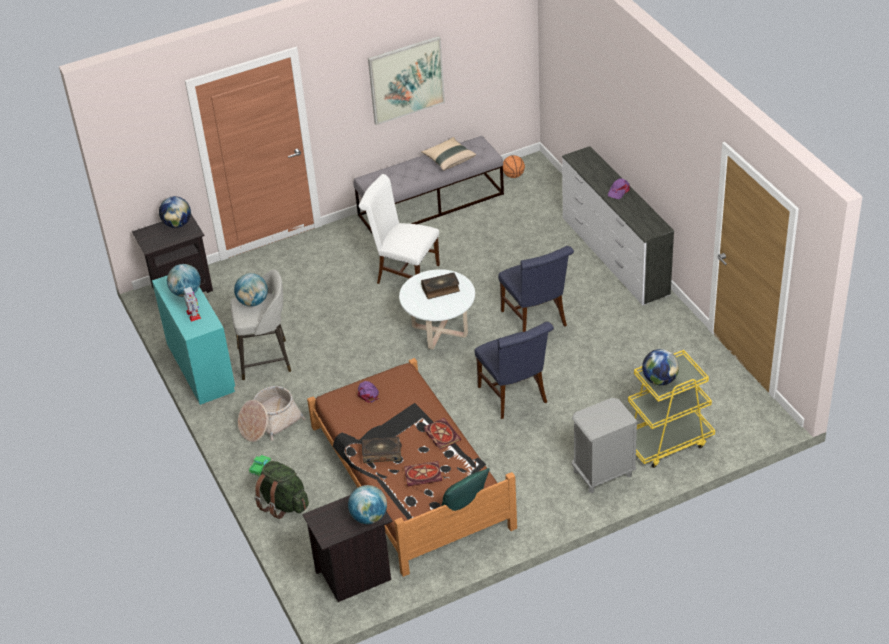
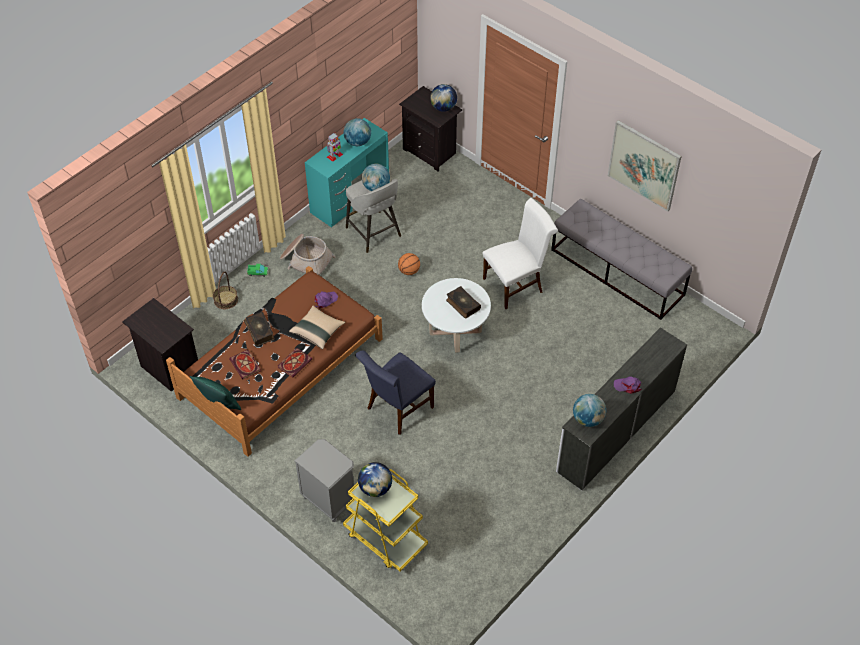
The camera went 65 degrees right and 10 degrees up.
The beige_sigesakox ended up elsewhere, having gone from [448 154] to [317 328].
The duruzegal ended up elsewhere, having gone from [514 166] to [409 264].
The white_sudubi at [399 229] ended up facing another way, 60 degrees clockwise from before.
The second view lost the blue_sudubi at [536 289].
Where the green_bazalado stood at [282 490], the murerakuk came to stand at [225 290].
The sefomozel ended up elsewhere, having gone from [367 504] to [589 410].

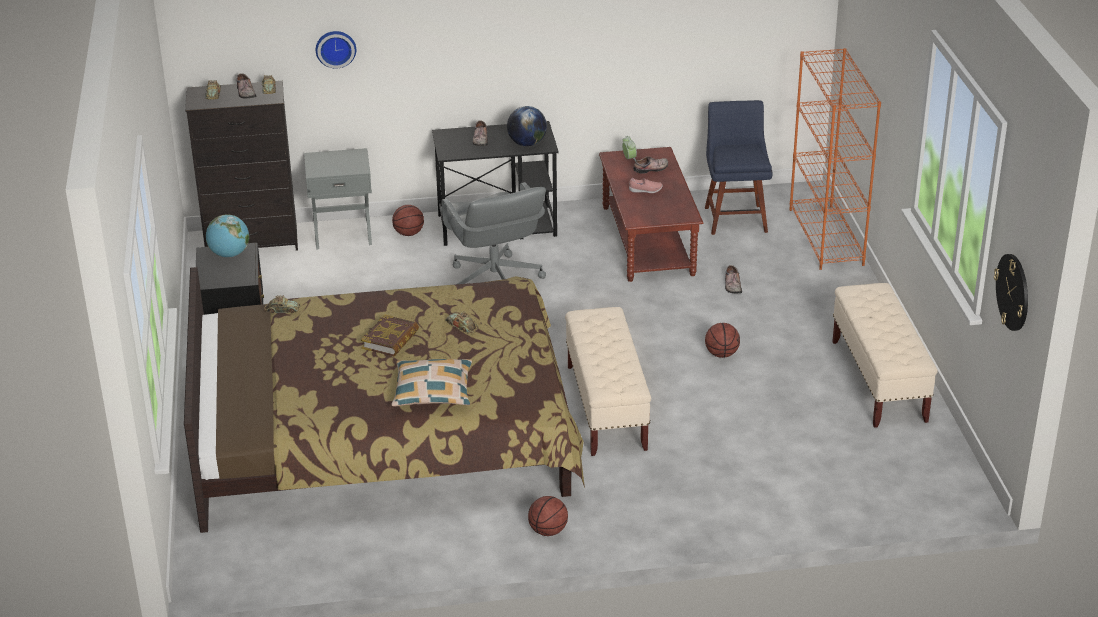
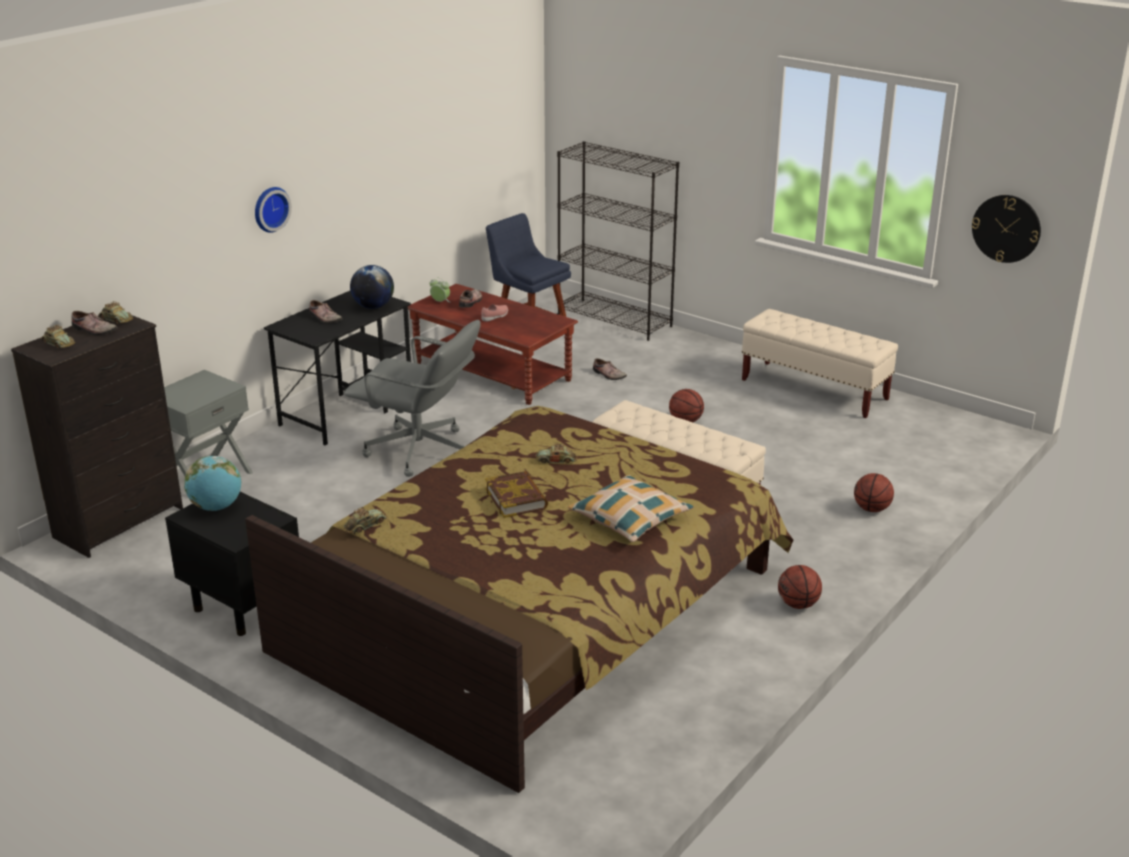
The camera went 45 degrees left and 5 degrees down.
The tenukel ended up elsewhere, having gone from [336 49] to [273 210].
What was the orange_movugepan at [835 159] turned into the black_movugepan at [618 241].
The duruzegal ended up elsewhere, having gone from [408 220] to [874 492].

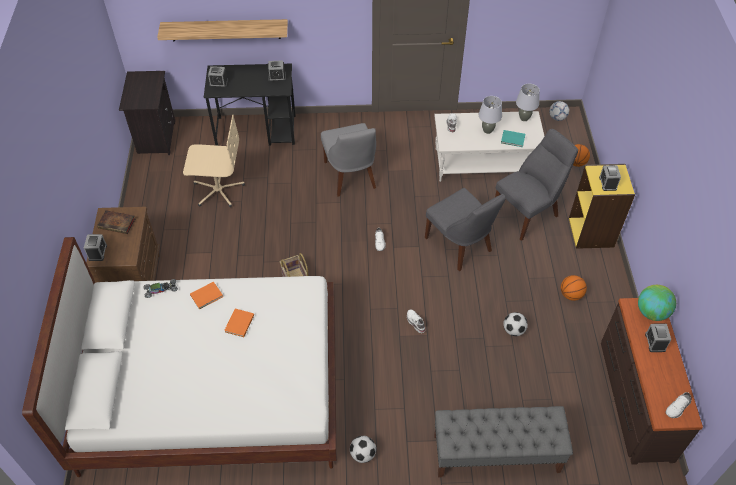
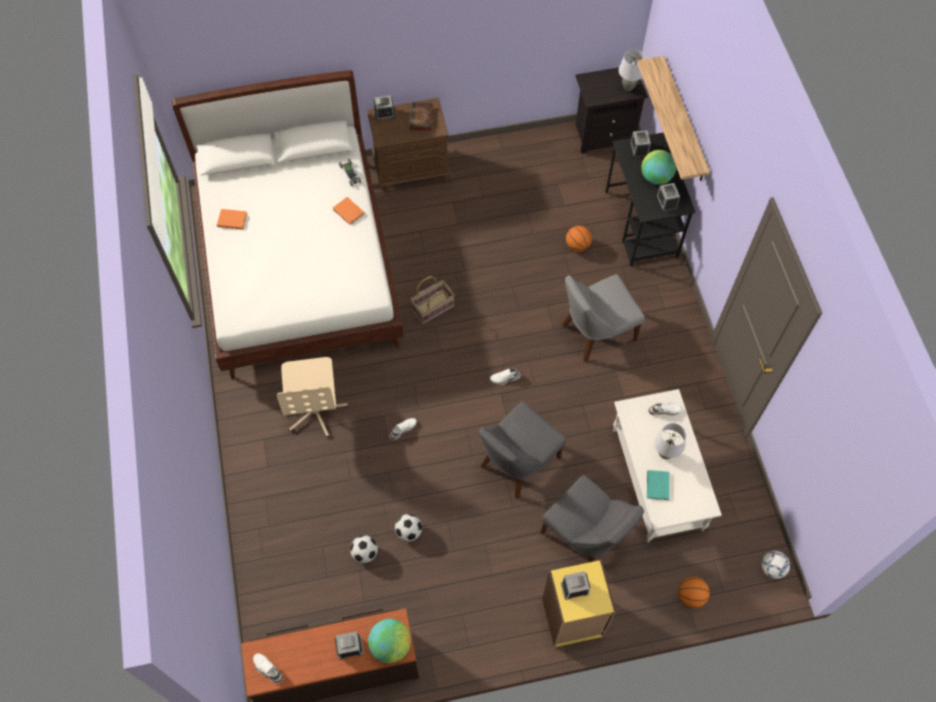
The camera went 80 degrees right and 10 degrees up.
The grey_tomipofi ended up elsewhere, having gone from [528 102] to [632 70].
The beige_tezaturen ended up elsewhere, having gone from [214 160] to [312 397].
The duruzegal ended up elsewhere, having gone from [574 288] to [579 239].
The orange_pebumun ended up elsewhere, having gone from [239 323] to [232 219].
The second view lost the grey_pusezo at [503 442].
The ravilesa ended up elsewhere, having gone from [363 449] to [364 549].
The second view gained the sefomozel at [658 167].

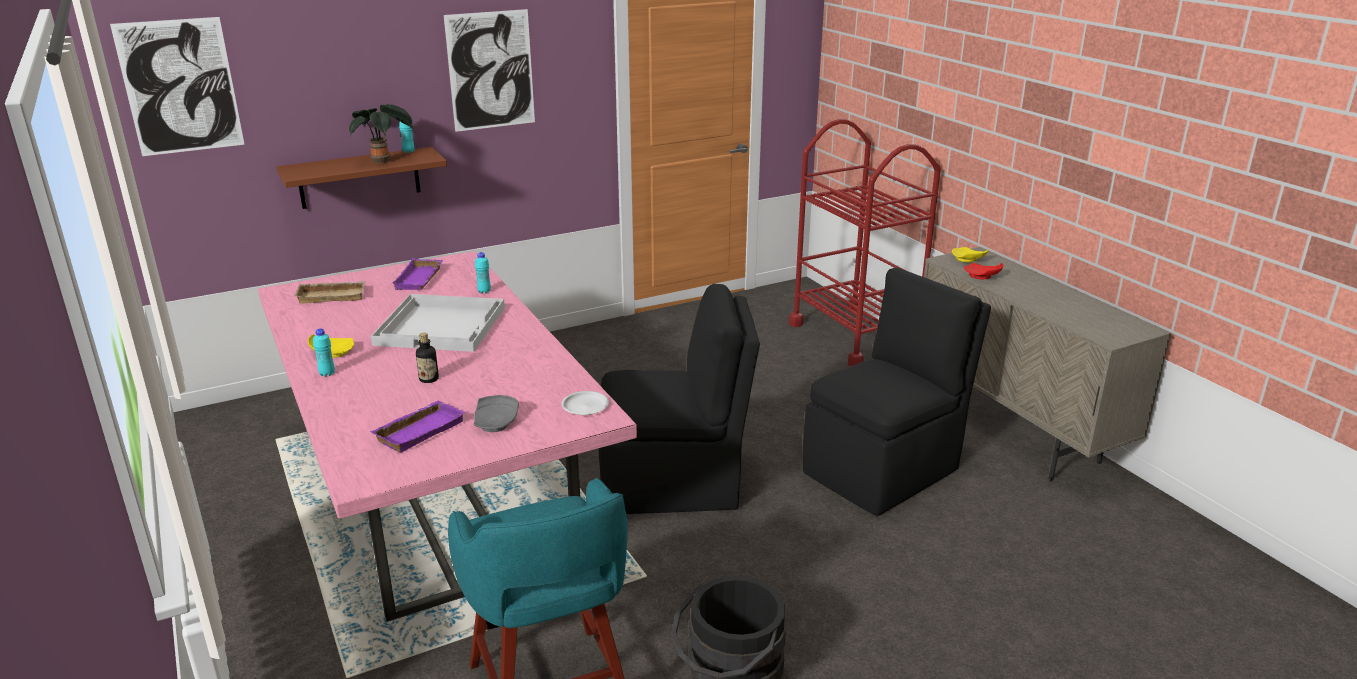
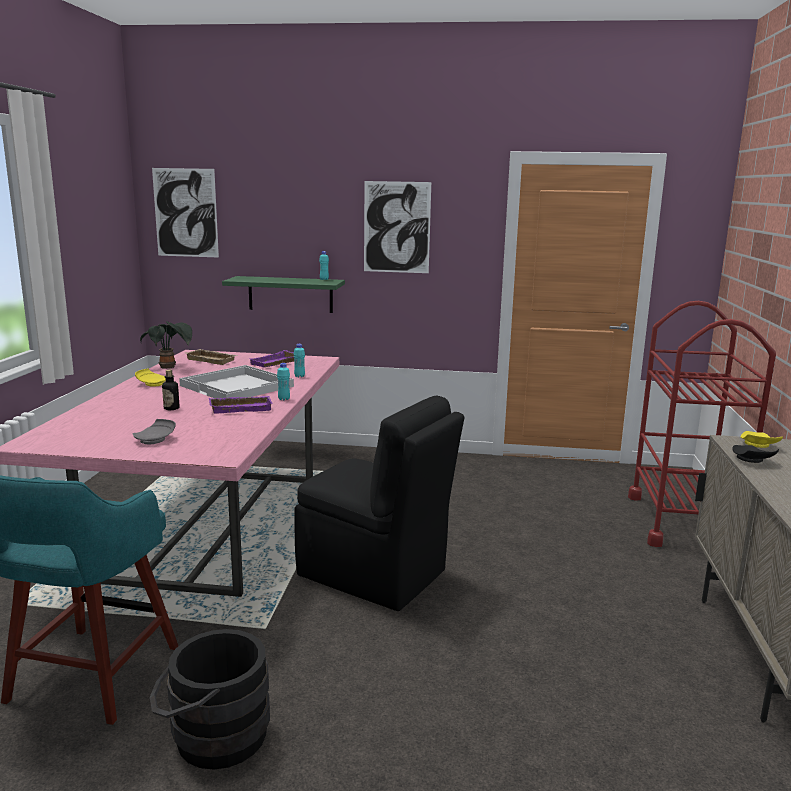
The camera went 35 degrees right and 10 degrees down.
The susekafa ended up elsewhere, having gone from [381 133] to [166 345].
What was the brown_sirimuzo at [361 178] turned into the green_sirimuzo at [283 294].
What was the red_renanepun at [983 271] turned into the black_renanepun at [755 454].
The second view lost the black_sudubi at [897 391].
The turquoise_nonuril ended up elsewhere, having gone from [324 353] to [283 382].
The second view lost the white_renanepun at [585 403].
The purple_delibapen ended up elsewhere, having gone from [418 426] to [241 405].

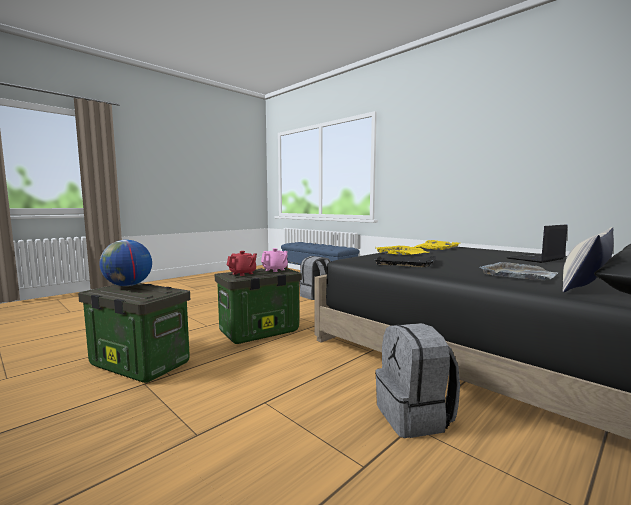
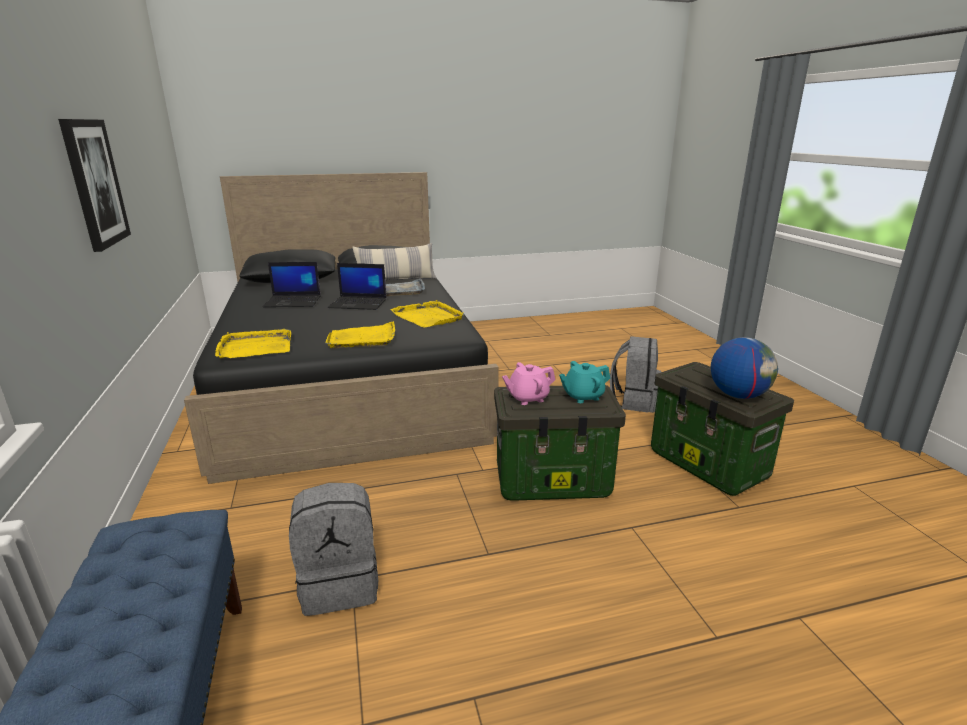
The camera went 150 degrees left and 15 degrees up.
What was the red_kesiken at [242 263] turned into the turquoise_kesiken at [584 382].
What was the black_delibapen at [405 261] turned into the yellow_delibapen at [427 313].
The grey_bazalado ended up elsewhere, having gone from [417 380] to [635 374].
The second view gained the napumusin at [94 185].
The second view gained the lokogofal at [357 286].

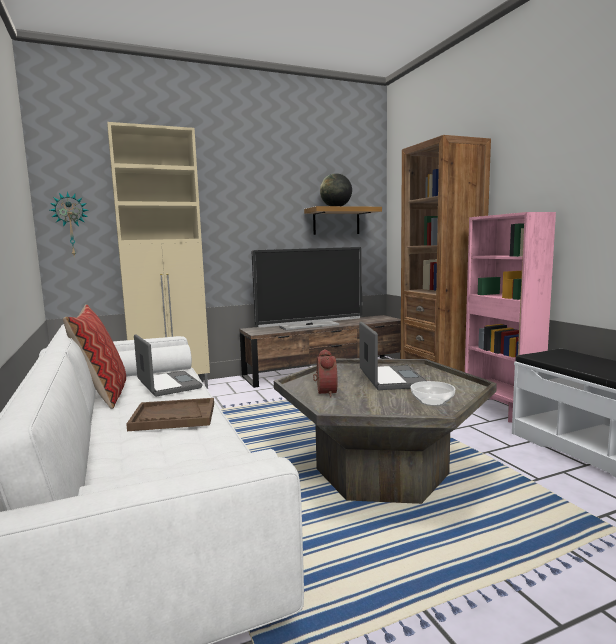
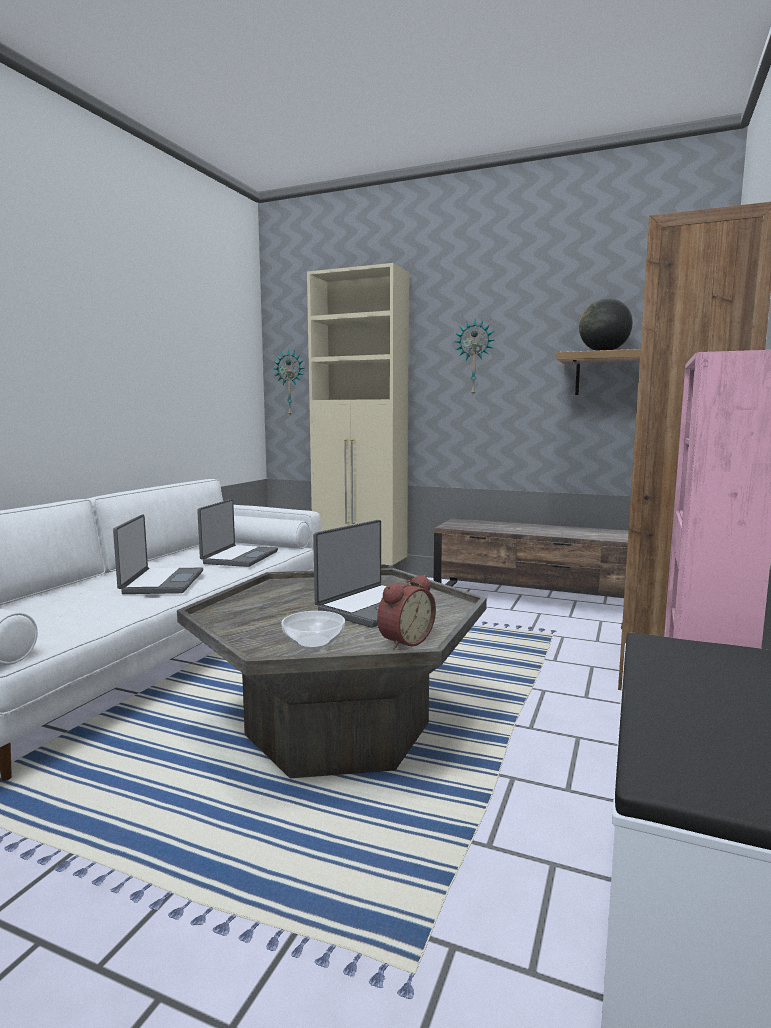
The camera went 45 degrees right and 0 degrees up.
The second view lost the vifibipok at [307 288].
The second view lost the sigesakox at [94 356].
The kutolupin ended up elsewhere, having gone from [325 373] to [406 612].
Where the brown_delibapen stood at [170 414], the lokogofal came to stand at [158 554].
The second view gained the tenukel at [474 357].

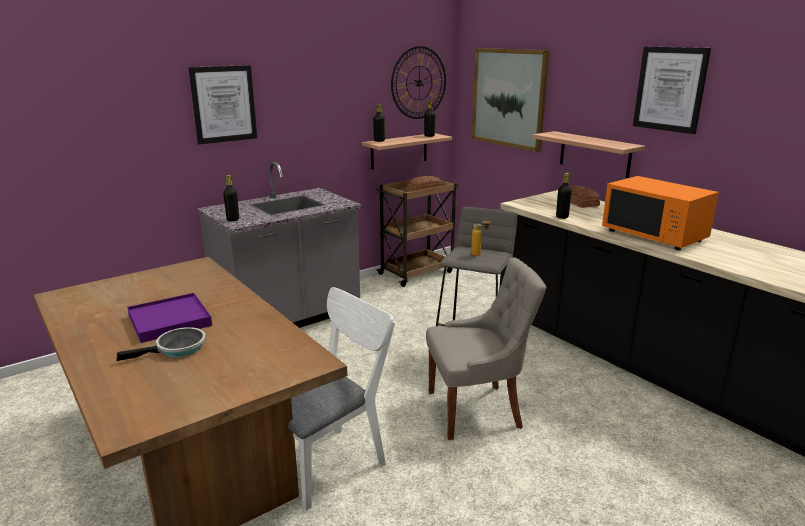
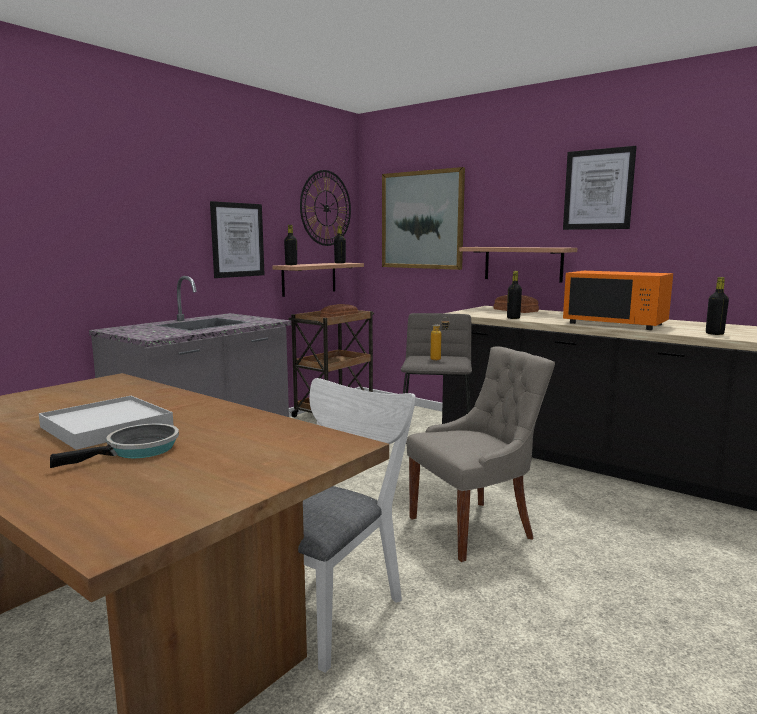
The camera went 15 degrees left and 10 degrees down.
The napumusin ended up elsewhere, having gone from [222 104] to [237 239].
The black_nonuril ended up elsewhere, having gone from [231 198] to [717 306].
What was the purple_delibapen at [169 318] turned into the white_delibapen at [106 423].

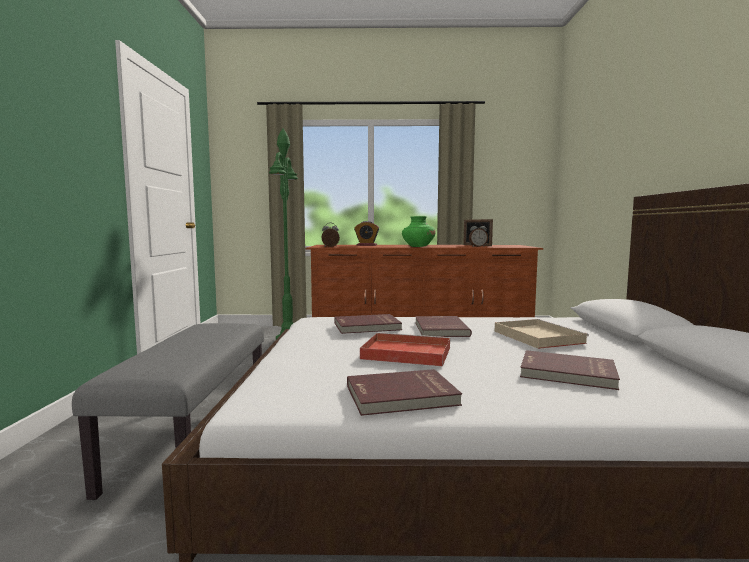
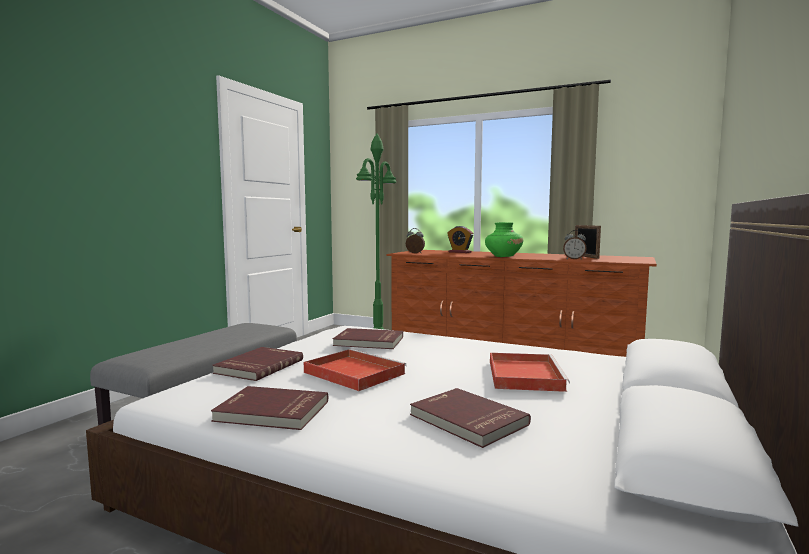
The camera went 25 degrees right and 0 degrees up.
The red_pebumun ended up elsewhere, having gone from [443 326] to [257 364].
What was the beige_delibapen at [542 334] turned into the red_delibapen at [530 372].

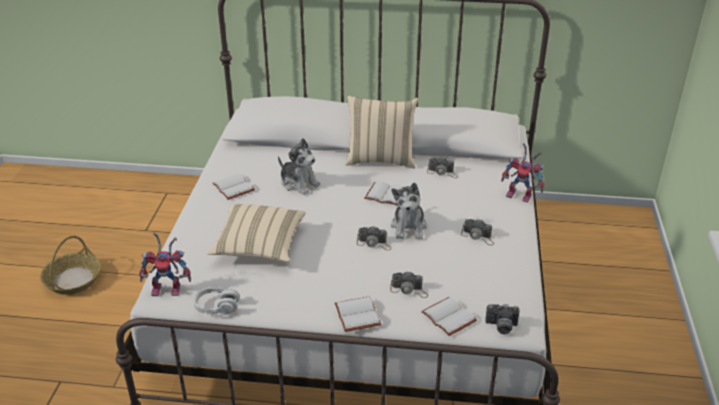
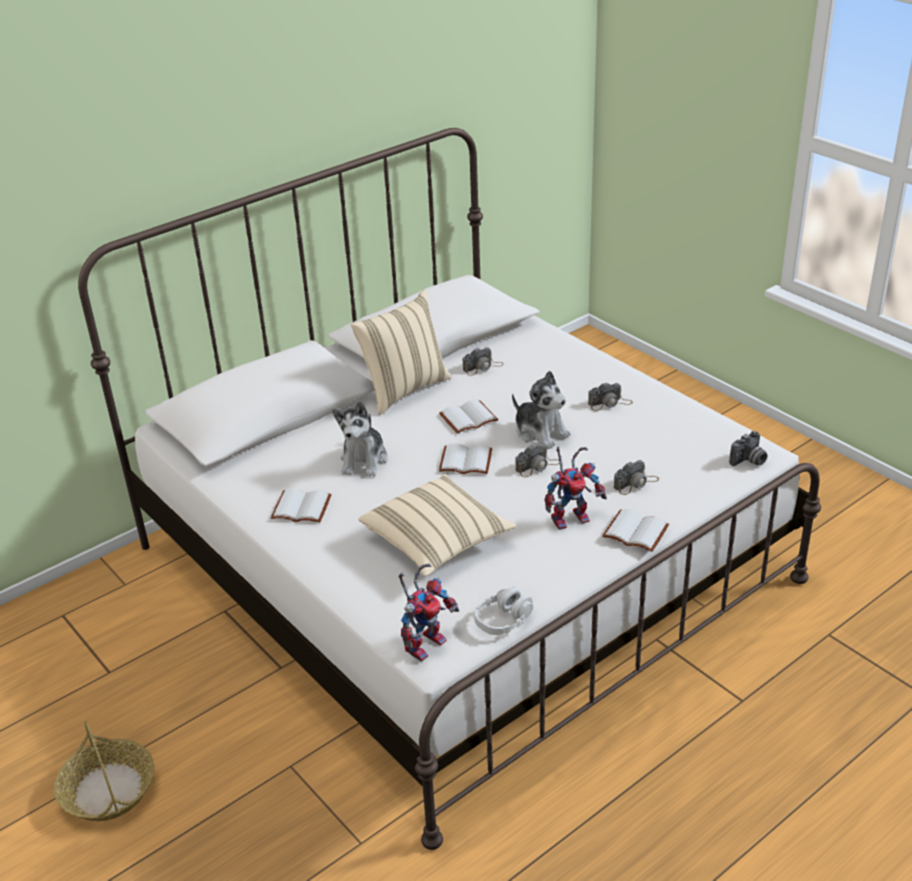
The camera went 45 degrees left and 0 degrees up.
The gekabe at [299 166] ended up facing another way, 105 degrees clockwise from before.
The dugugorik ended up elsewhere, having gone from [523 173] to [575 488].
The white_pebumun ended up elsewhere, having gone from [449 316] to [465 458].

